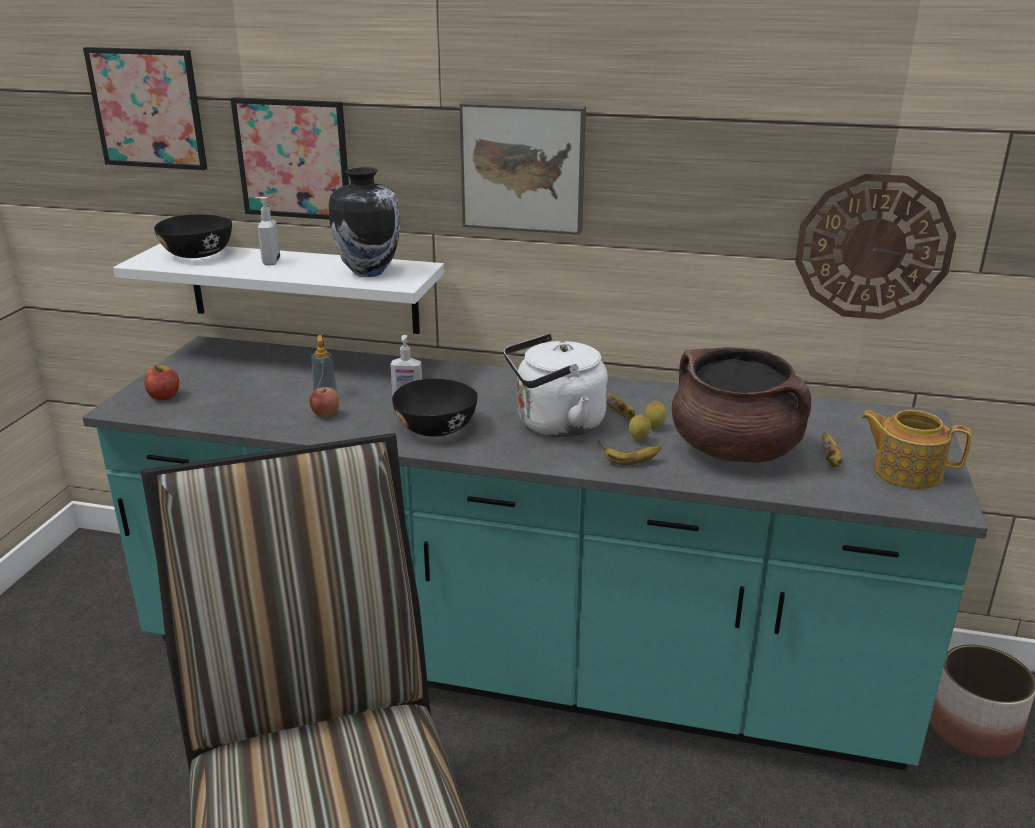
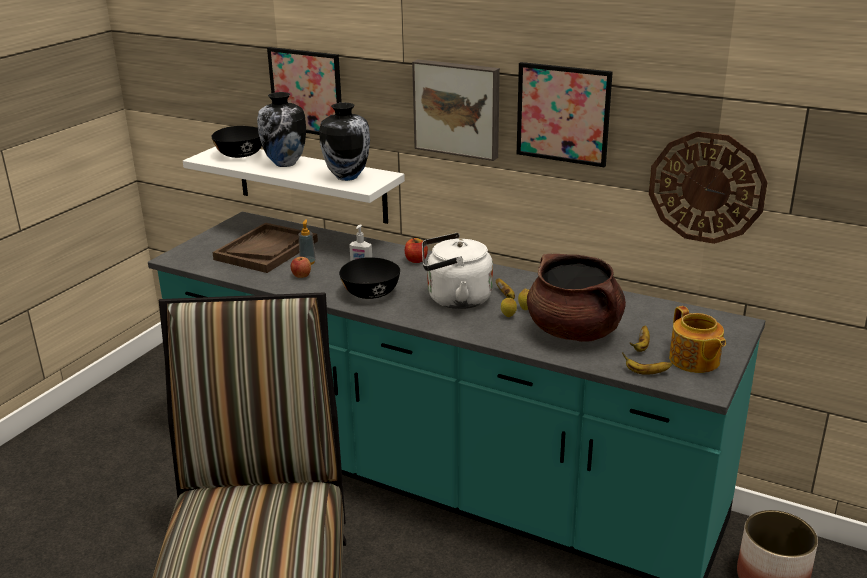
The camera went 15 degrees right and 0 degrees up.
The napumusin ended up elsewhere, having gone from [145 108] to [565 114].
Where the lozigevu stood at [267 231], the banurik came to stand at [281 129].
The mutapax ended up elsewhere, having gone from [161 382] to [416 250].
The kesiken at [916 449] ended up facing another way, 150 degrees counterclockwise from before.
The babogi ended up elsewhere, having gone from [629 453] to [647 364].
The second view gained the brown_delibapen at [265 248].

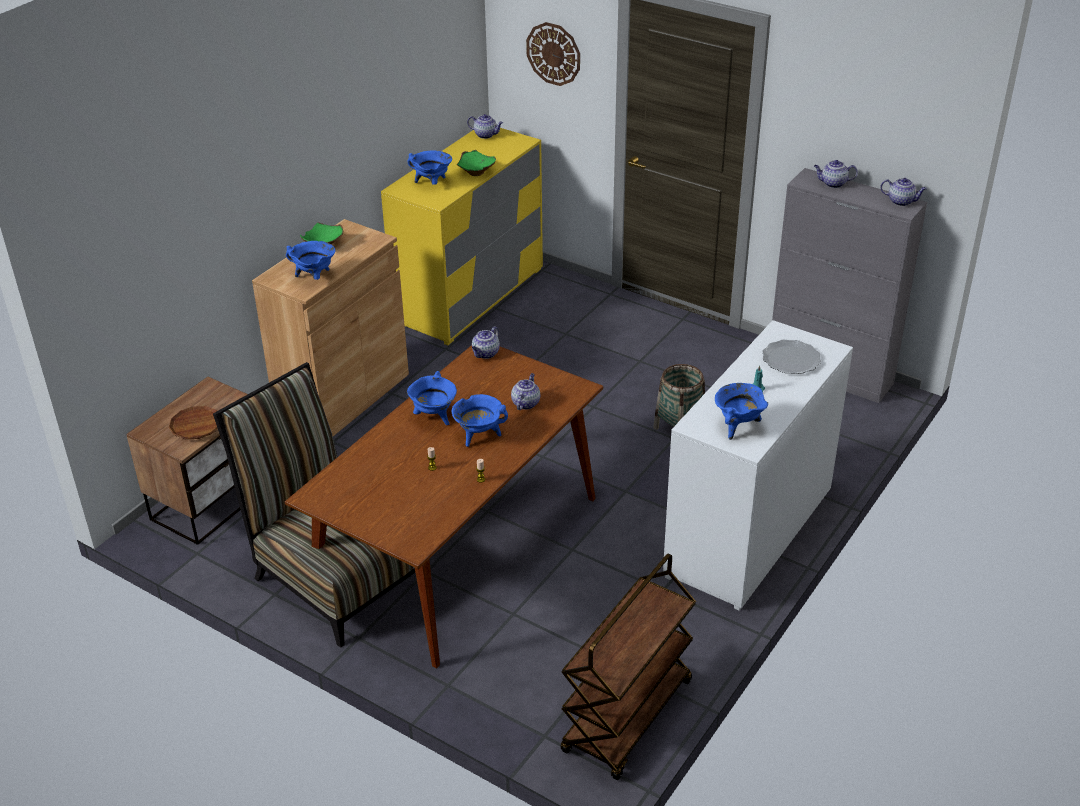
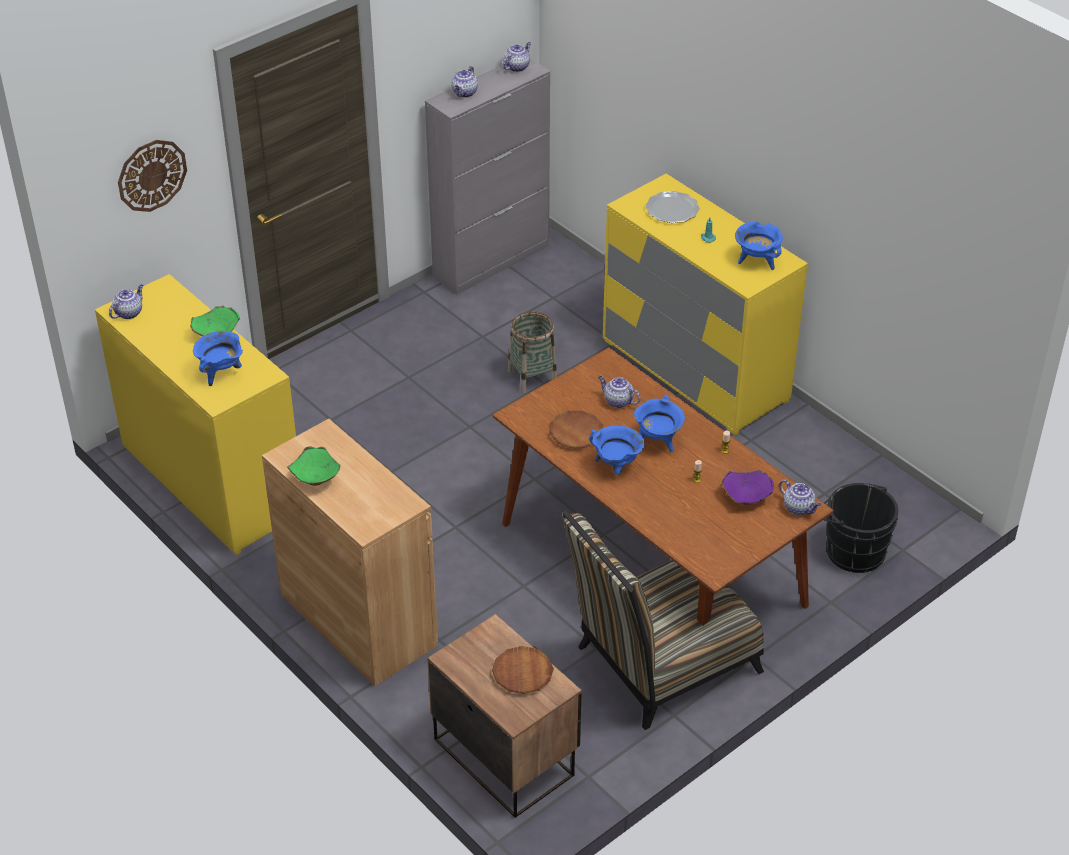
The camera went 75 degrees left and 5 degrees up.
The second view lost the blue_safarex at [310 260].
What was the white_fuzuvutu at [758 465] turned into the yellow_fuzuvutu at [705 304].
The kesiken ended up elsewhere, having gone from [486 342] to [800 497].
The second view lost the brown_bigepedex at [628 667].
The second view gained the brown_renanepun at [576 429].
The second view gained the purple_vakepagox at [747 487].
The second view gained the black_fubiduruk at [861 528].

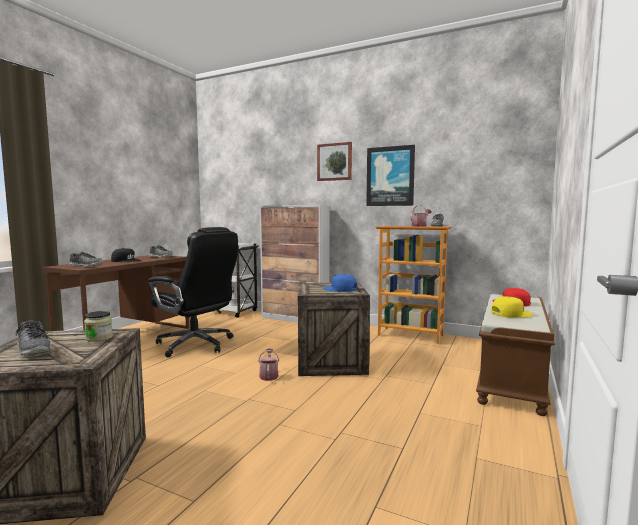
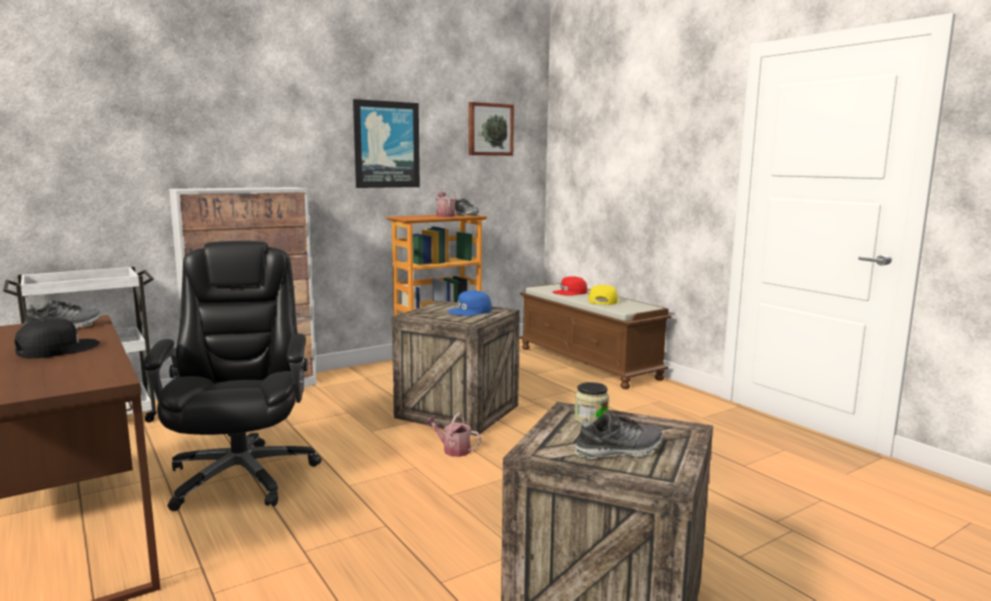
The camera went 60 degrees left and 5 degrees up.
The napumusin ended up elsewhere, having gone from [334 161] to [491 129].
The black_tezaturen at [193 292] ended up facing another way, 75 degrees counterclockwise from before.
The second view lost the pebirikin at [86 259].

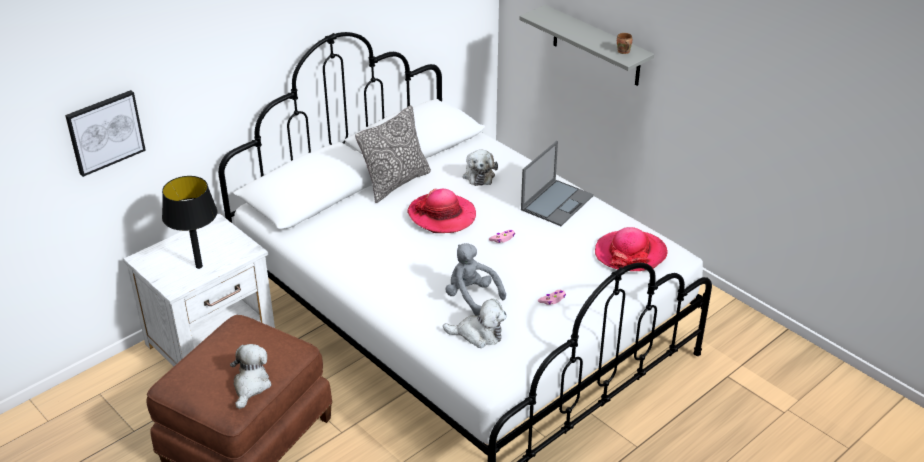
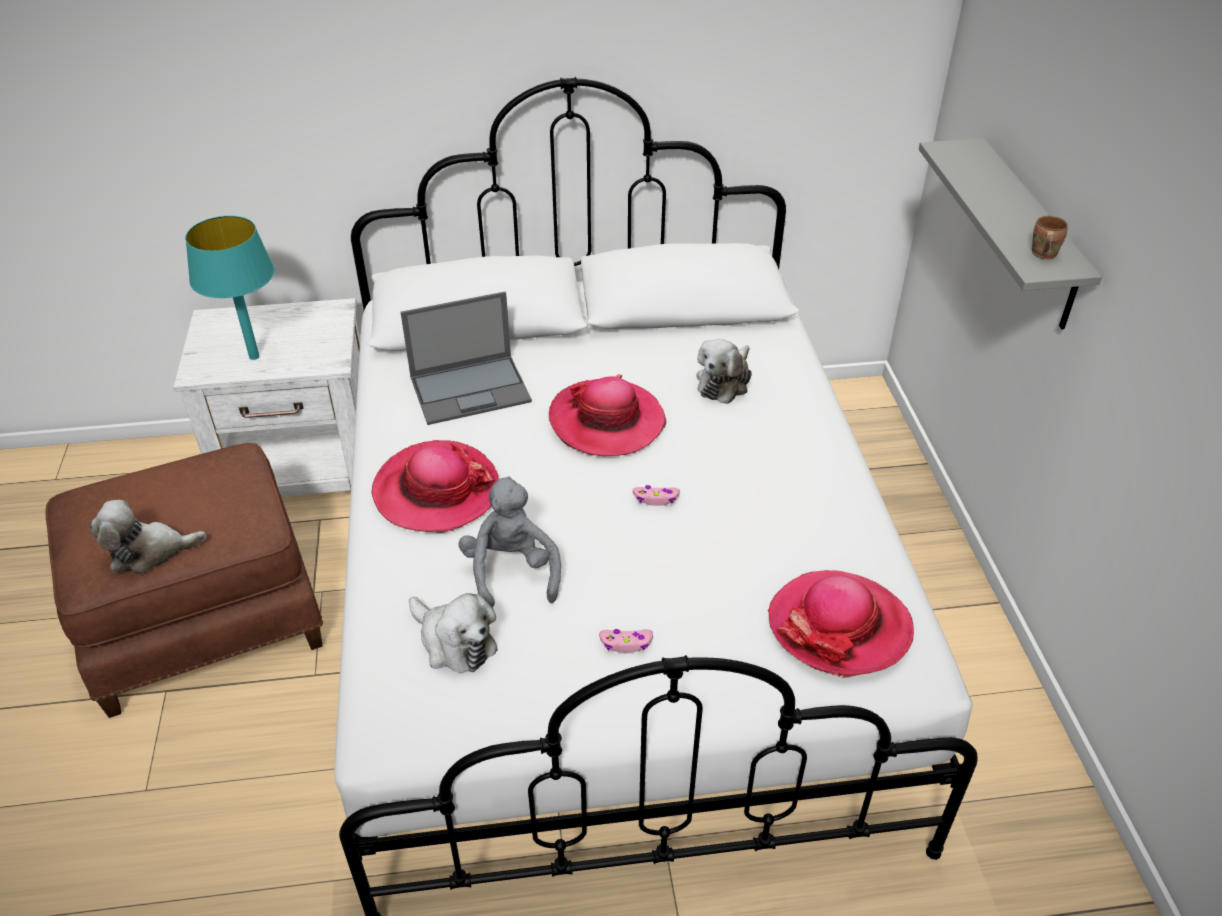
The camera went 35 degrees right and 5 degrees up.
The second view lost the napumusin at [105 133].
The second view lost the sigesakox at [393 154].
The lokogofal ended up elsewhere, having gone from [557 183] to [466 358].
What was the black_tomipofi at [189 222] turned into the turquoise_tomipofi at [230 288].
The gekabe at [250 376] ended up facing another way, 150 degrees counterclockwise from before.
The second view gained the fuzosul at [435 486].

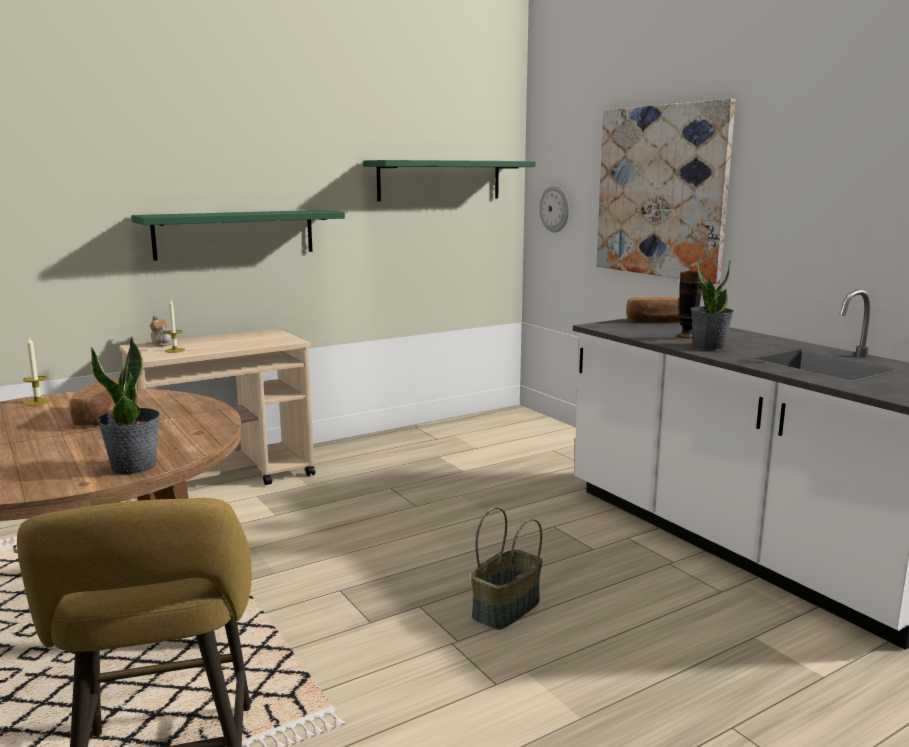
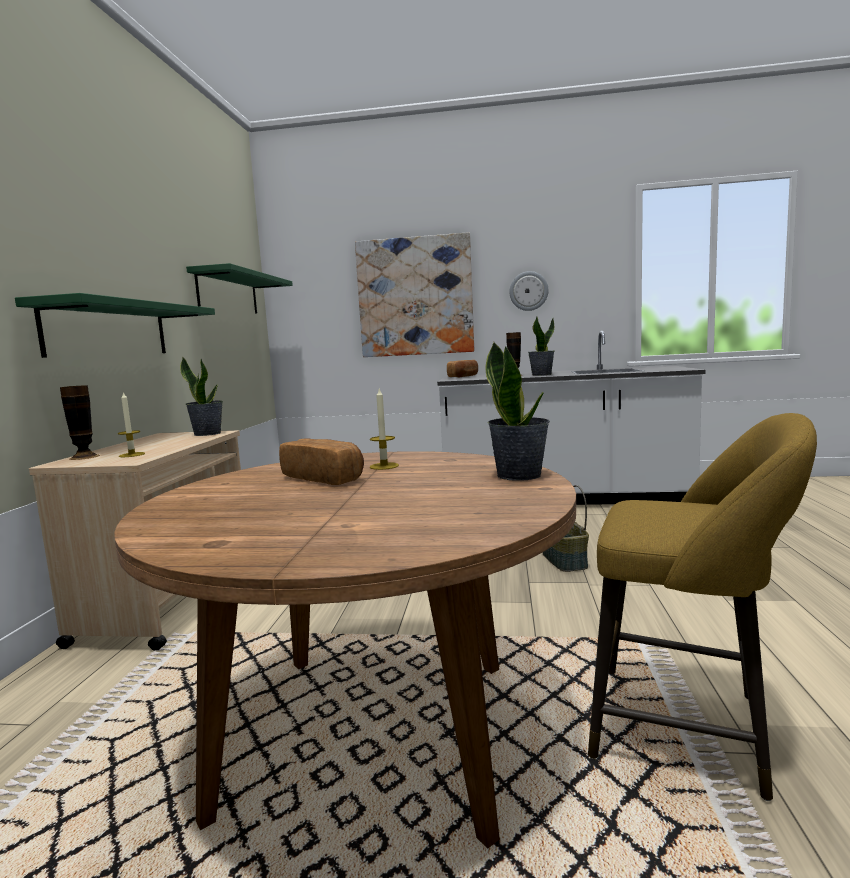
The camera went 50 degrees left and 5 degrees down.
The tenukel ended up elsewhere, having gone from [554 209] to [528 291].
Where the kesiken stood at [161 331], the banurik came to stand at [80 422].
The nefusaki ended up elsewhere, having gone from [37 371] to [384 429].
The second view gained the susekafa at [201 396].

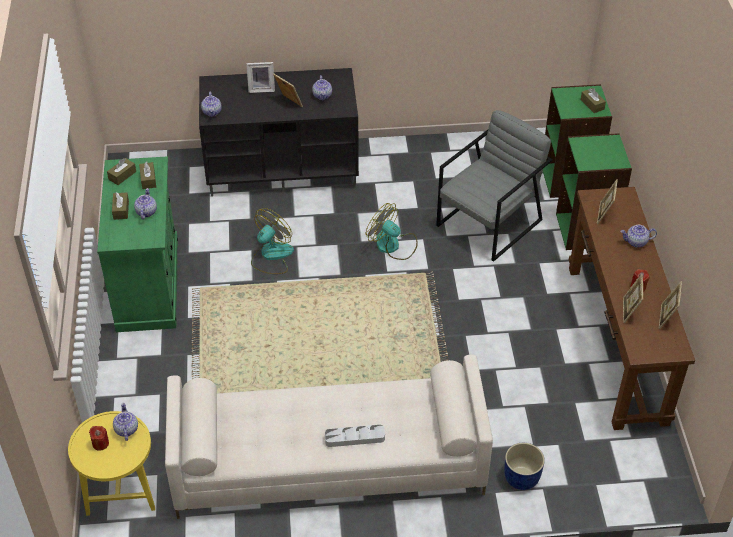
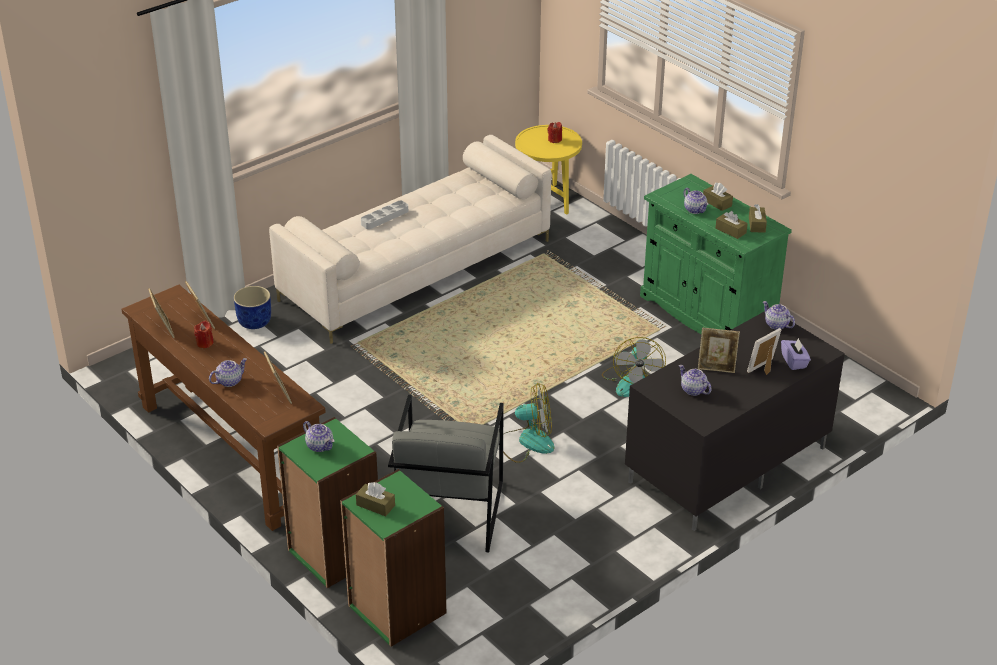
The camera went 145 degrees right and 10 degrees down.
The kesiken ended up elsewhere, having gone from [125 422] to [318 436].
The second view gained the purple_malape at [796 353].

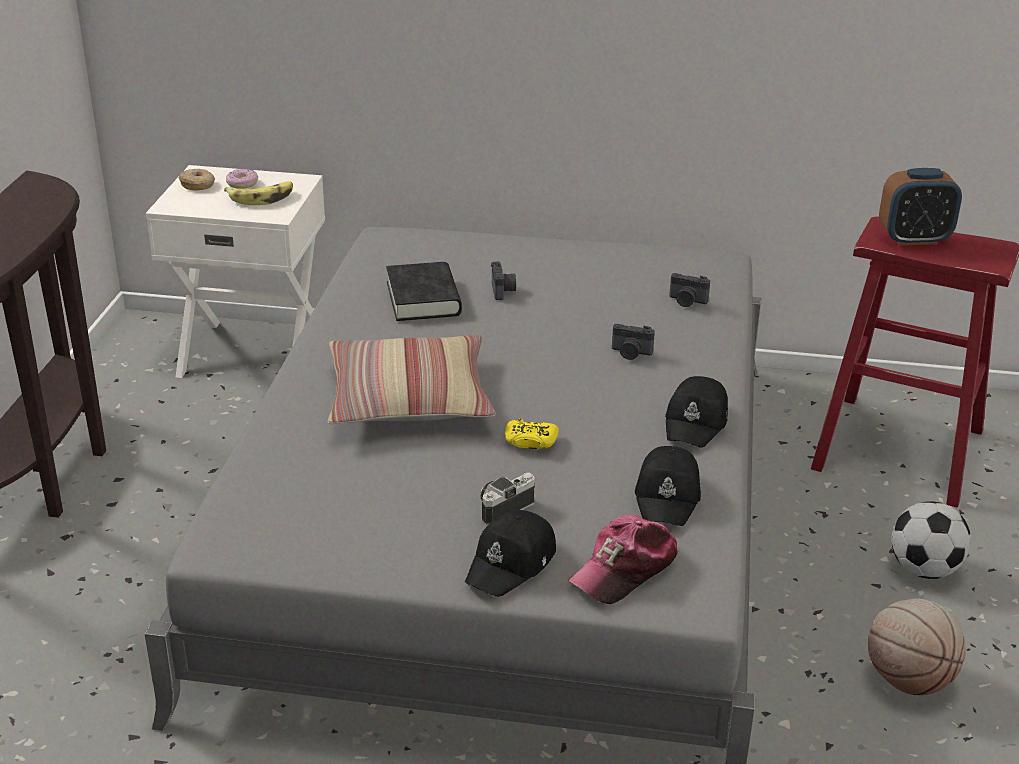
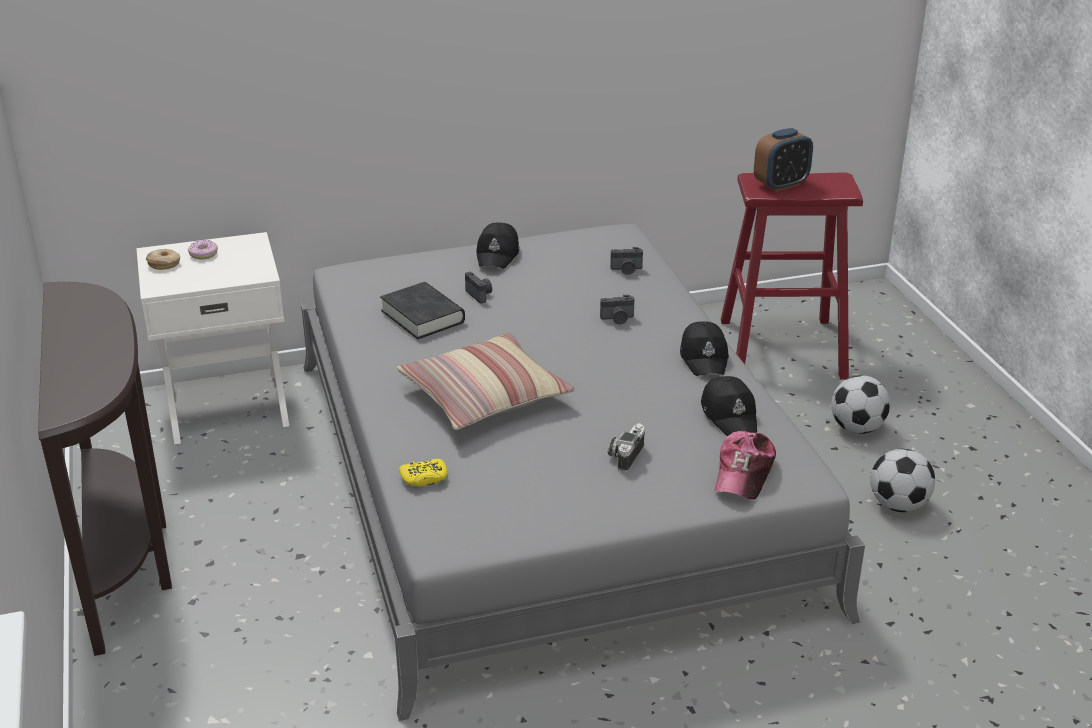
The camera went 25 degrees left and 0 degrees up.
The second view lost the babogi at [258 193].
The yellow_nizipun ended up elsewhere, having gone from [532 434] to [423 472].
The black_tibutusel ended up elsewhere, having gone from [510 553] to [497 246].
Where the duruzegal stood at [917 647], the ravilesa came to stand at [903 480].

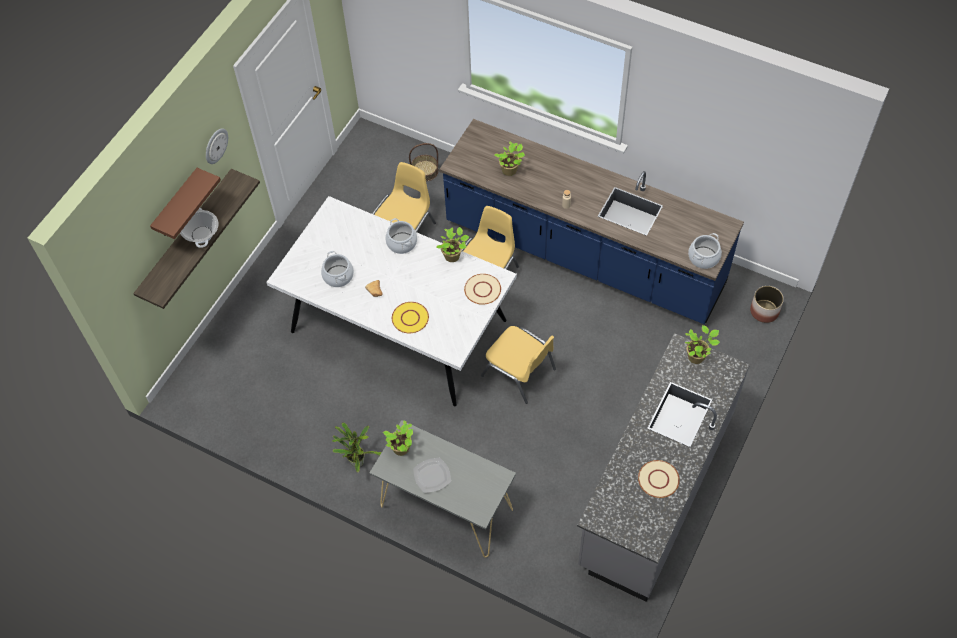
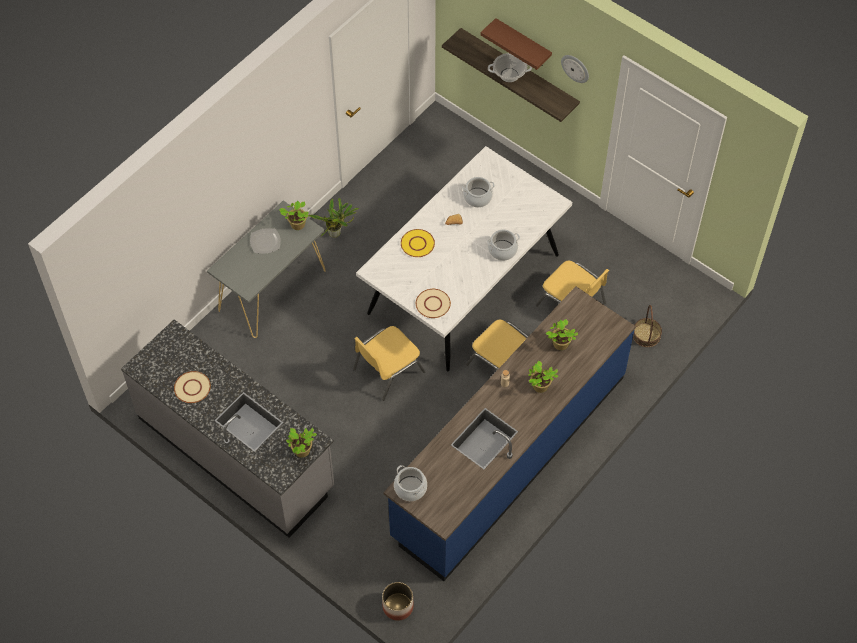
The camera went 100 degrees right and 0 degrees up.
The susekafa ended up elsewhere, having gone from [452 244] to [543 376].

